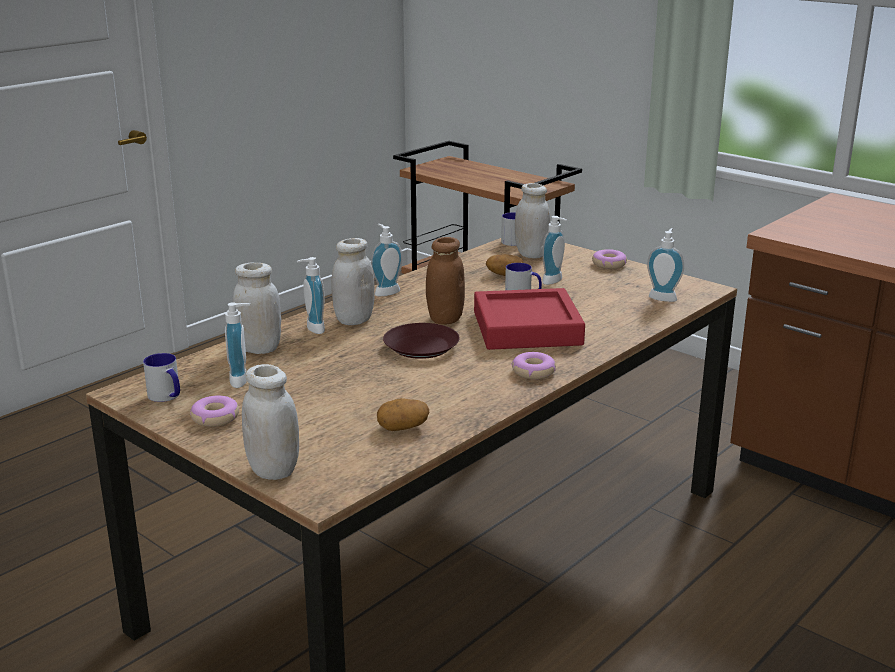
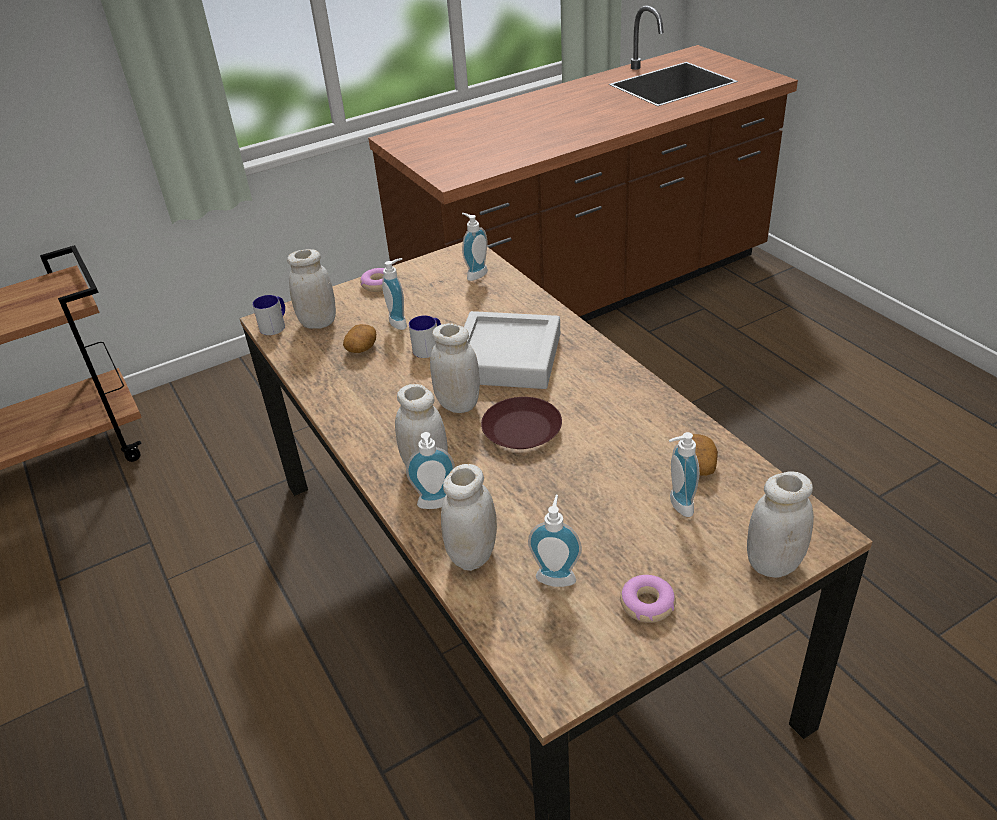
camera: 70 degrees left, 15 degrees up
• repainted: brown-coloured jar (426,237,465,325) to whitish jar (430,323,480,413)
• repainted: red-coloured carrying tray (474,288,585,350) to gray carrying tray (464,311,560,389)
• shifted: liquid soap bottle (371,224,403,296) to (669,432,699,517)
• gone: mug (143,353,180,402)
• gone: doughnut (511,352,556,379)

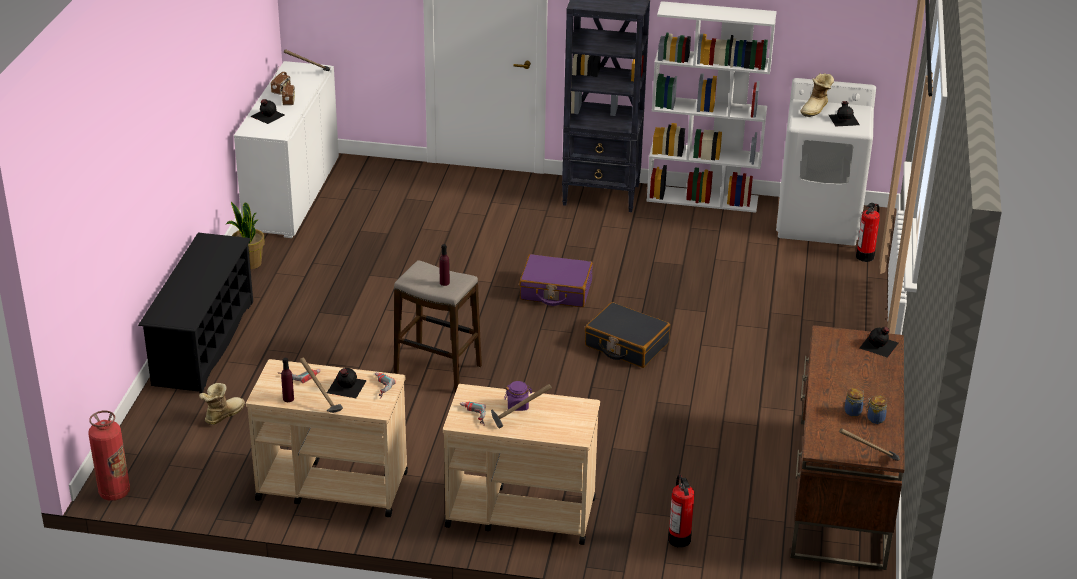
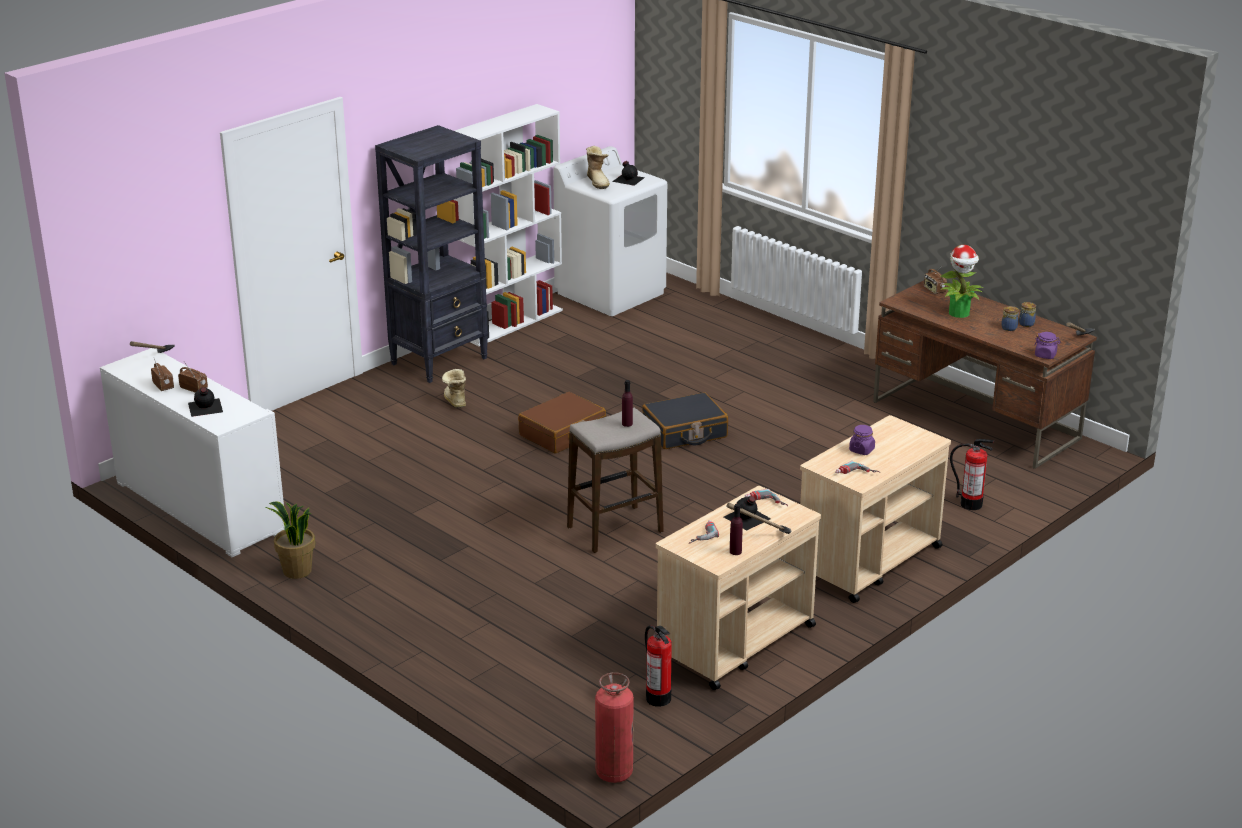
camera: 55 degrees left, 5 degrees down
• shifted: boot (199,383,245,425) to (442,369,466,408)
• repainted: purple-coloured suitcase (519,254,593,307) to brown-coloured suitcase (518,392,606,453)
• shifted: extinguisher (856,203,880,262) to (645,625,672,707)
• swapped: black beverage bottle (860,327,898,358) to radio set (924,265,947,294)
• new: potted plant (940,245,983,318)
• new: purple-coloured jar (1034,332,1061,359)
• gone: black shoe stand (138,233,253,393)
• gone: tool hammer (491,384,552,429)

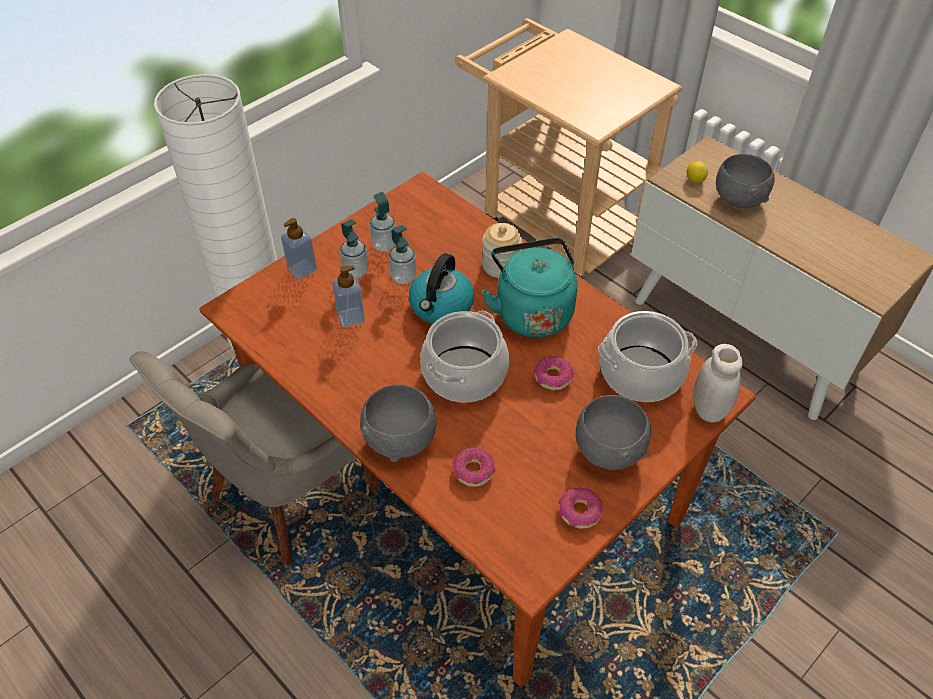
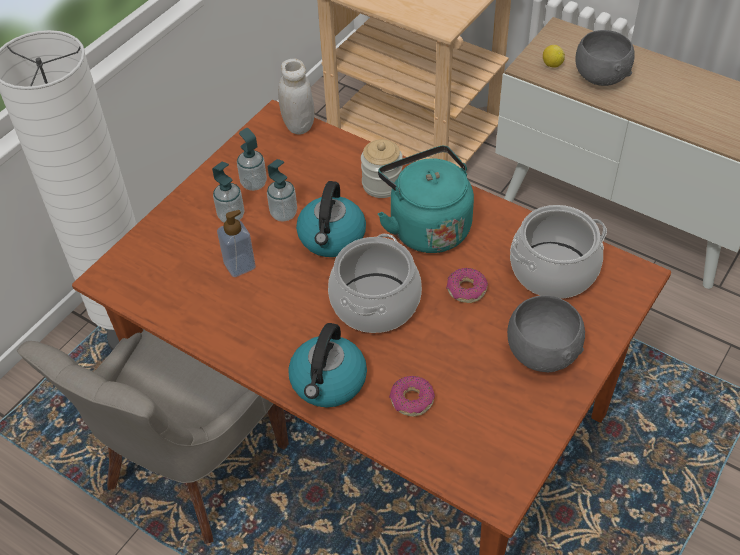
camera: 10 degrees left, 0 degrees up
• shifted: whitish jar (694,344,743,423) to (278,59,315,134)
• swapped: gray bowl (360,384,436,462) to kettle (288,323,367,407)
• gone: liquid soap bottle (281,218,317,279)
• gone: doughnut (558,487,603,528)

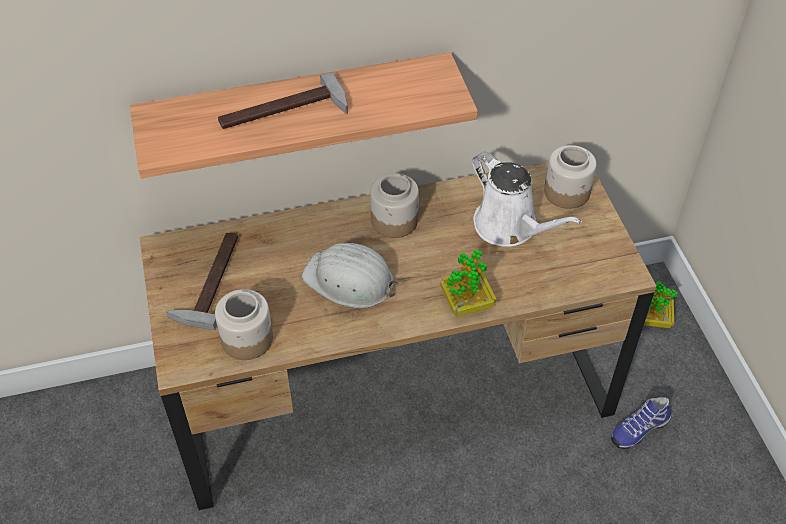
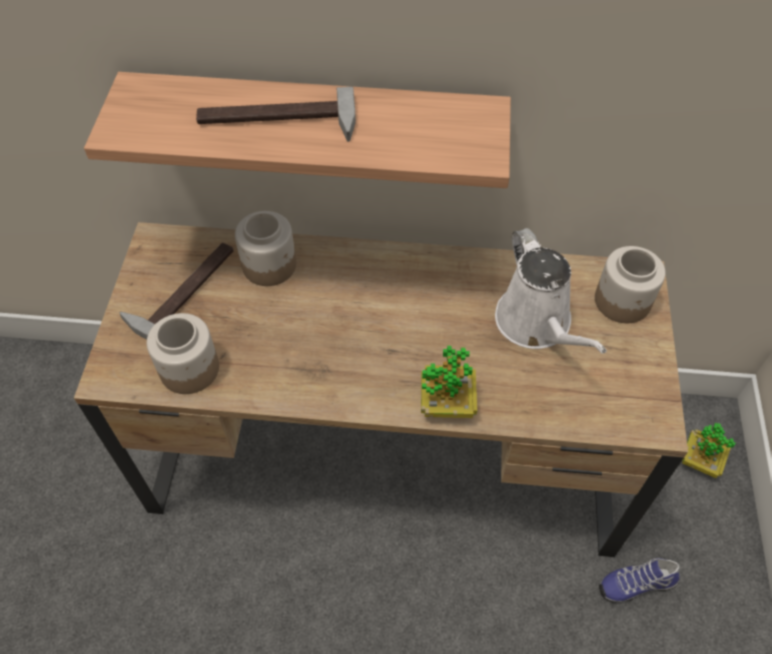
camera: 20 degrees right, 5 degrees up
• shifted: jar (370,173,419,238) to (235,211,296,286)
• gone: whitish safety helmet (301,243,399,309)

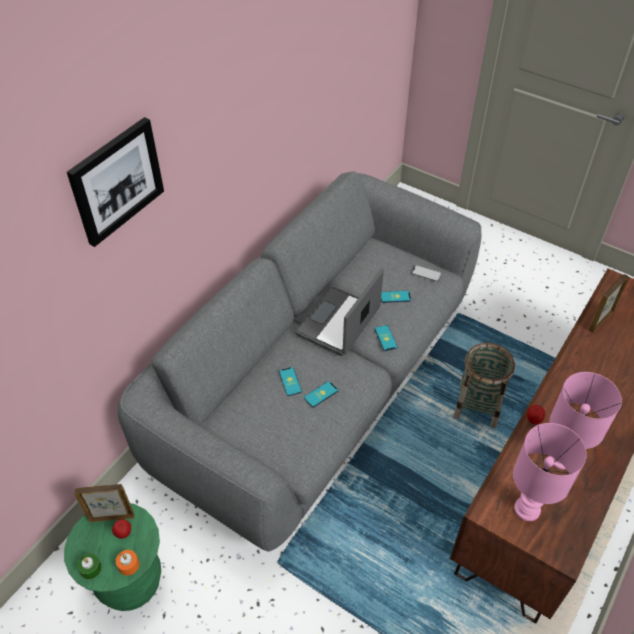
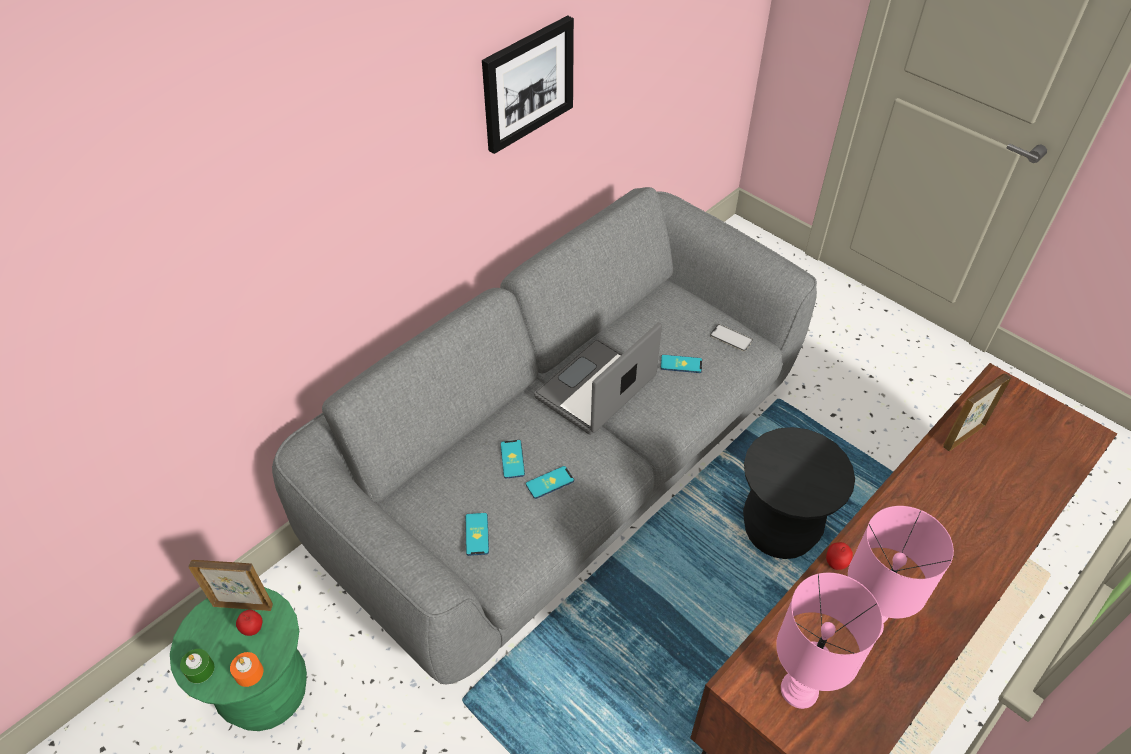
camera: 10 degrees right, 0 degrees up
• shifted: phone (375,325,397,351) to (465,513,489,556)
• shifted: wall picture (67,117,164,247) to (482,15,574,154)
• swapped: storage basket (453,343,515,428) to black sitting stool (743,427,855,559)

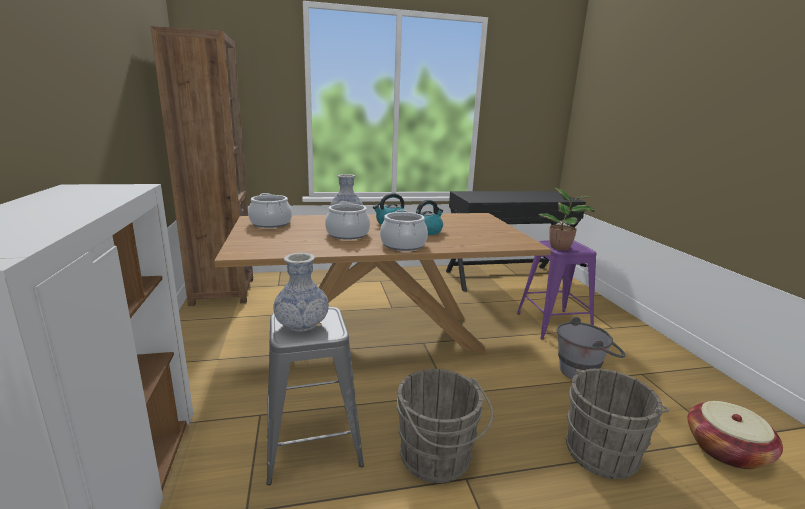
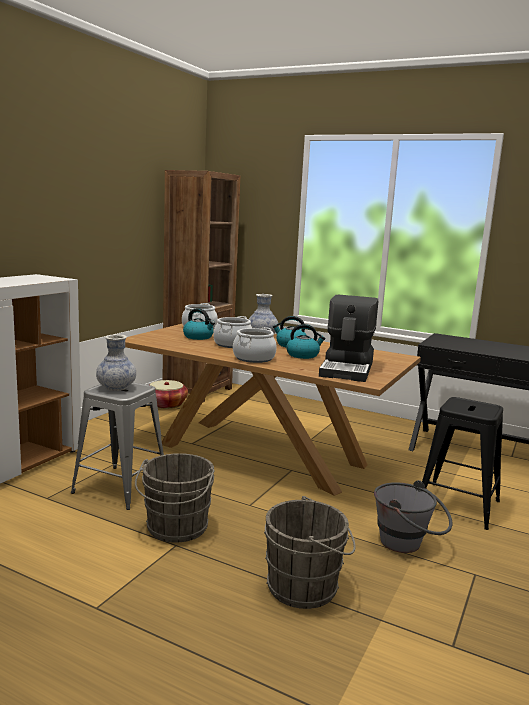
camera: 40 degrees right, 5 degrees down
• shifted: storage basket (688,401,783,469) to (149,380,188,409)
• new: kettle (183,308,215,340)
• new: coffee maker (319,294,378,382)
• repainted: purple-coloured sitting stool (517,241,597,339) to black sitting stool (422,397,503,530)
• gone: potted plant (539,187,595,250)

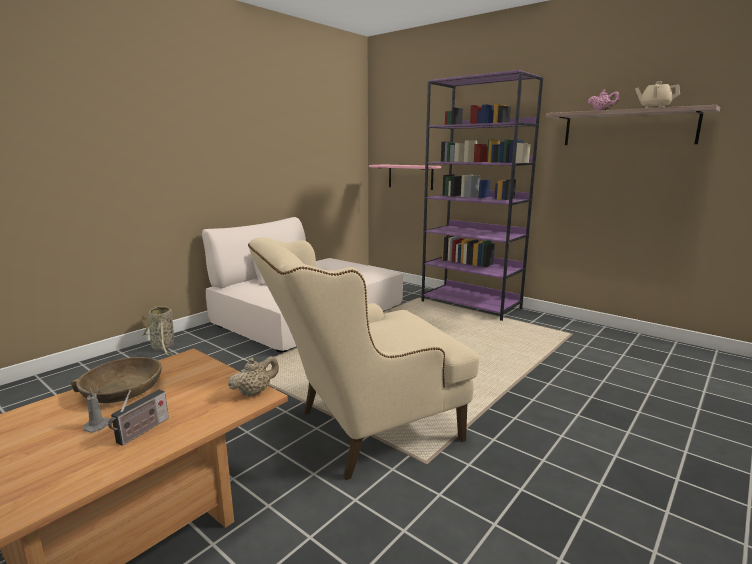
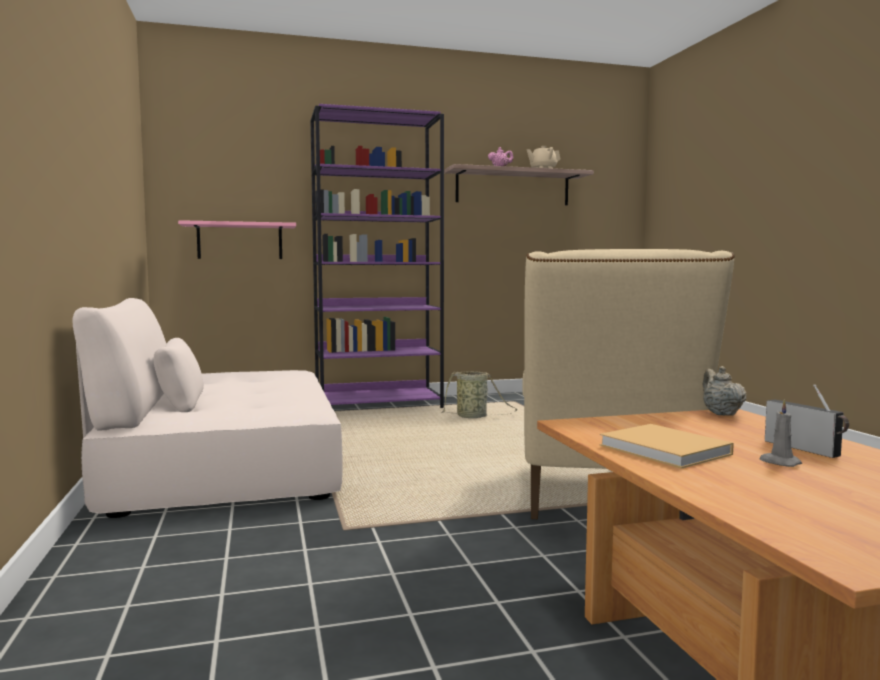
camera: 55 degrees left, 10 degrees down
• shifted: storage basket (143,305,174,356) to (440,371,518,418)
• swapped: brown-coloured bowl (71,357,162,403) to beige-coloured bound book (600,424,734,469)

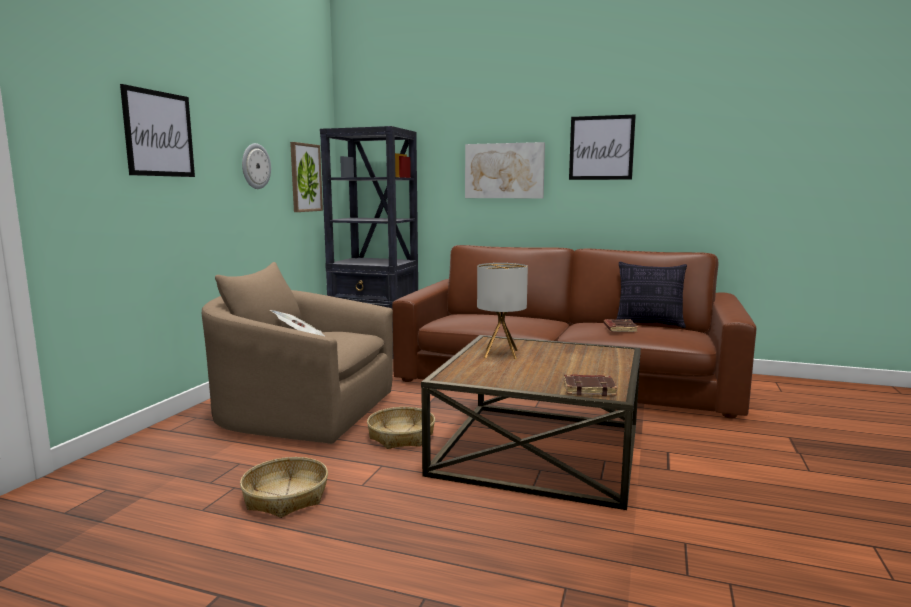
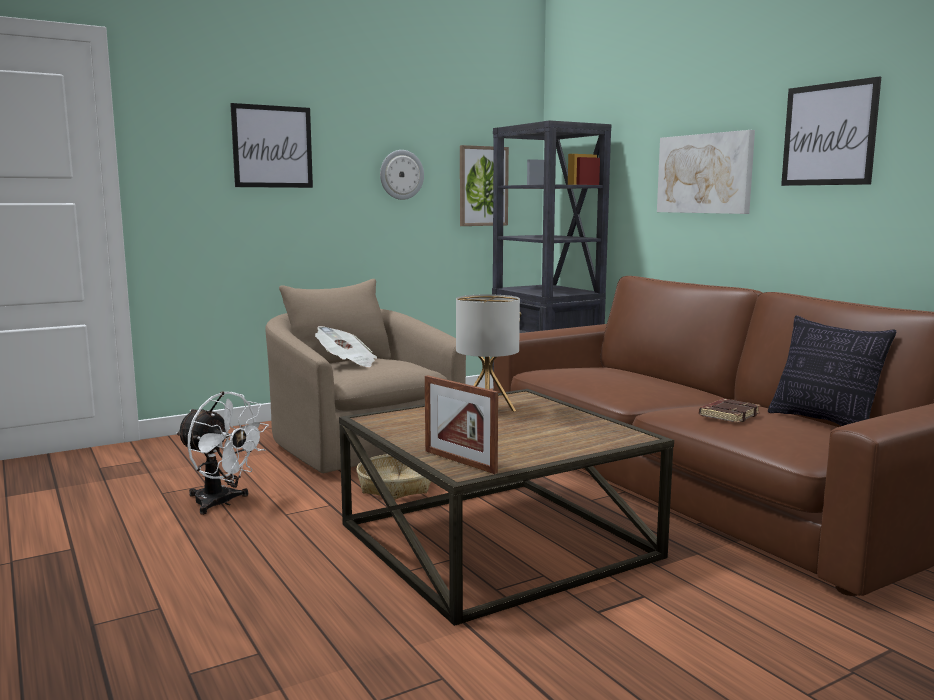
camera: 40 degrees right, 0 degrees up
• swapped: storage basket (240,457,328,518) to whitish electric fan (176,391,269,515)
• swapped: brown-coloured bound book (564,374,617,396) to picture frame (425,375,498,474)

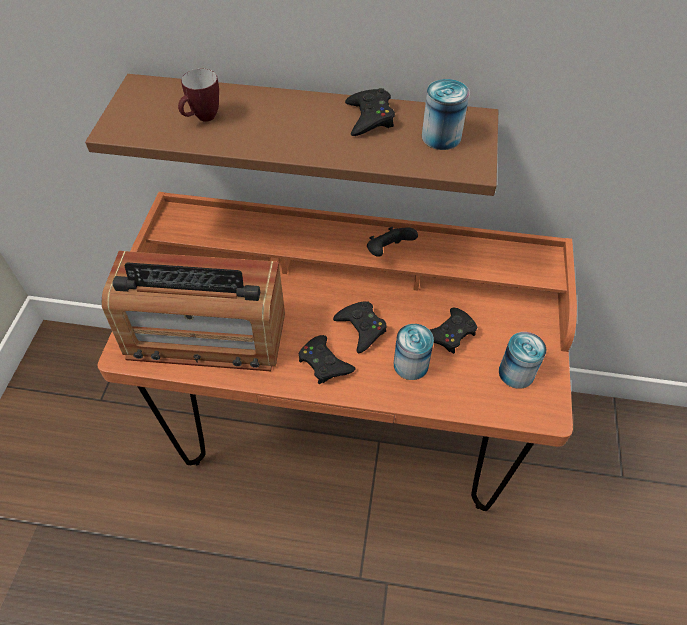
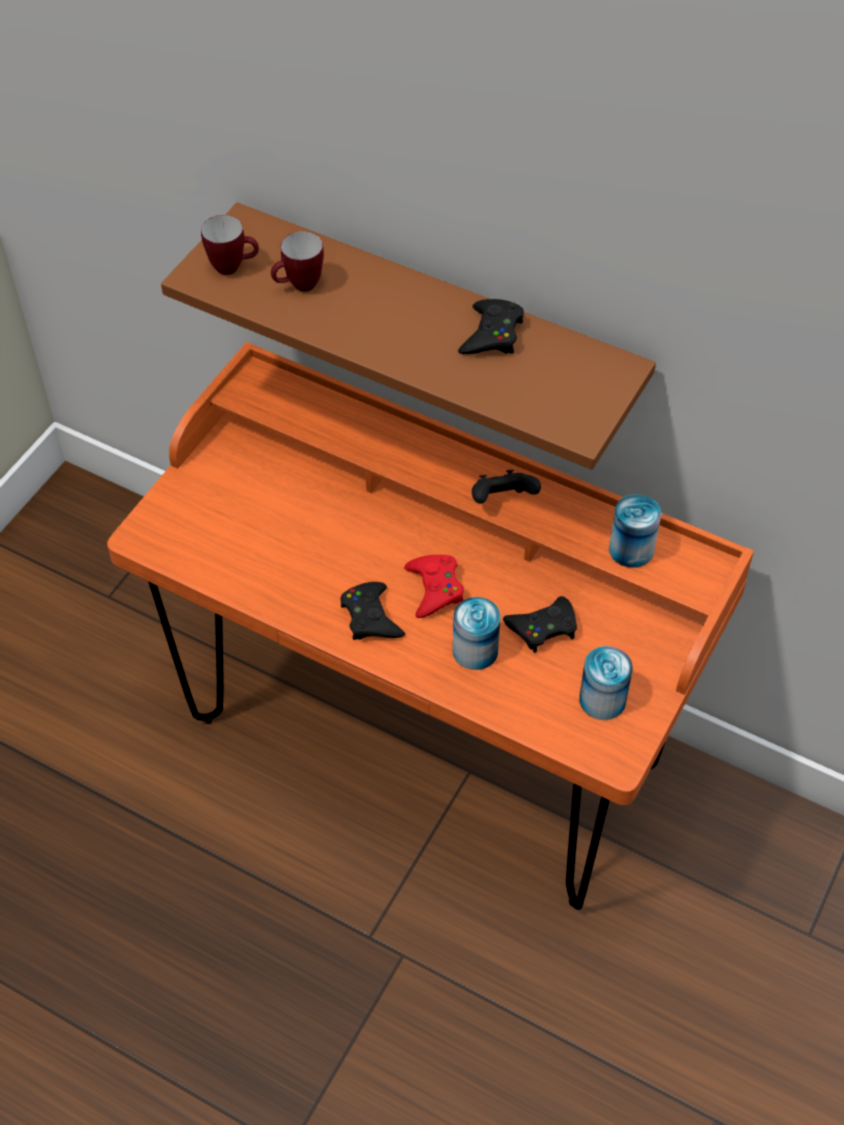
camera: 20 degrees right, 0 degrees up
• new: mug (201,215,259,275)
• repainted: black gamepad (333,301,387,353) to red-coloured gamepad (404,555,464,618)
• shifted: can (422,79,469,150) to (609,494,661,568)
• gone: radio set (102,251,285,371)

